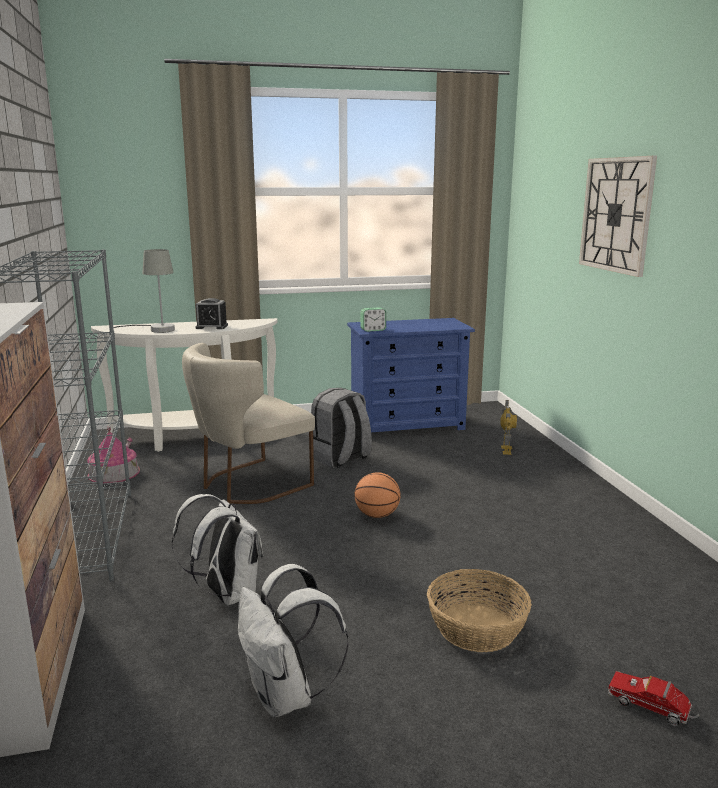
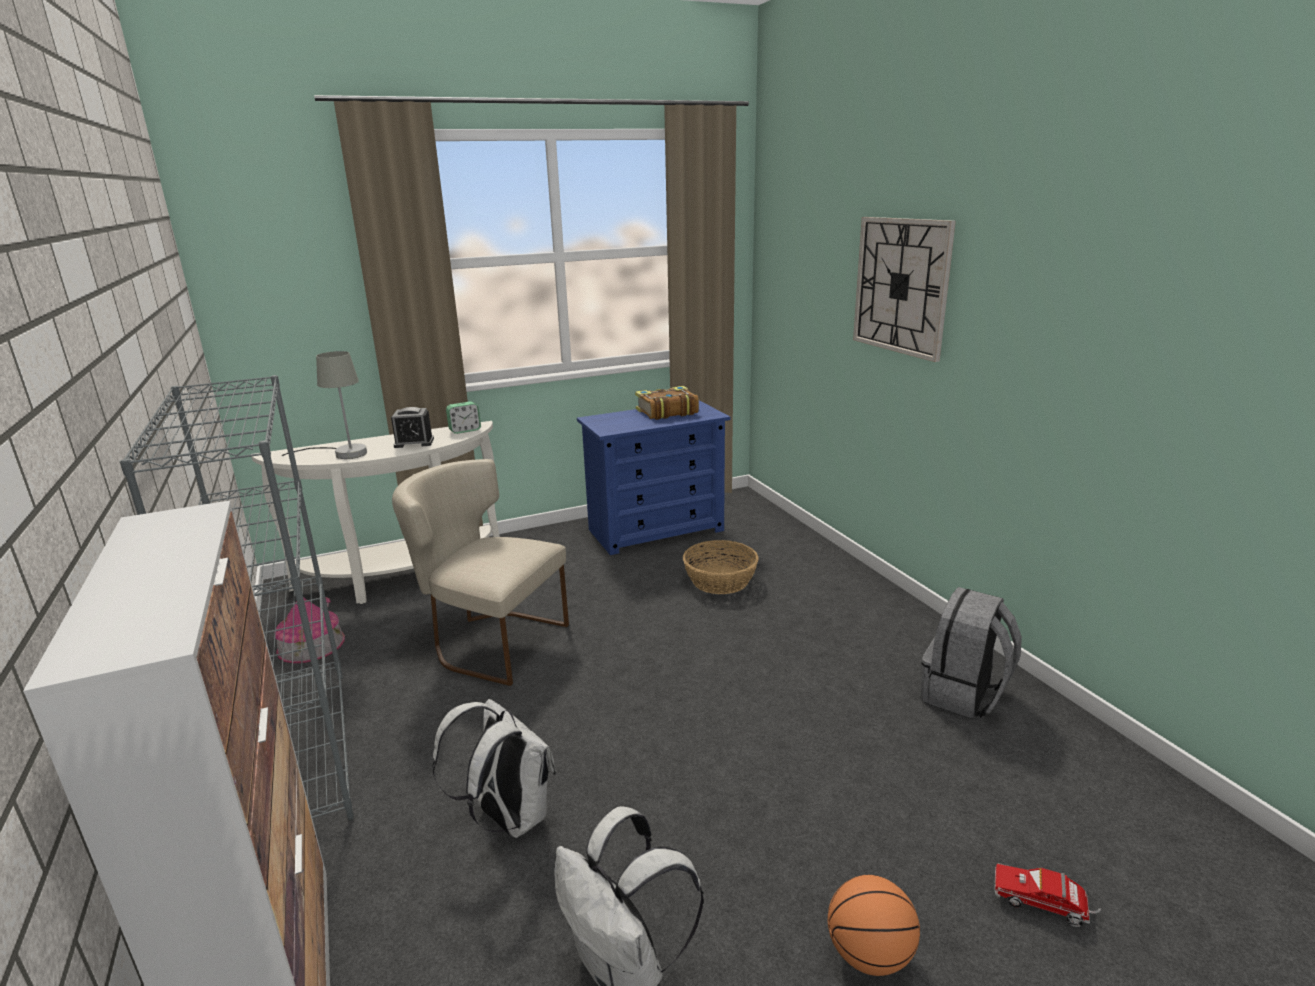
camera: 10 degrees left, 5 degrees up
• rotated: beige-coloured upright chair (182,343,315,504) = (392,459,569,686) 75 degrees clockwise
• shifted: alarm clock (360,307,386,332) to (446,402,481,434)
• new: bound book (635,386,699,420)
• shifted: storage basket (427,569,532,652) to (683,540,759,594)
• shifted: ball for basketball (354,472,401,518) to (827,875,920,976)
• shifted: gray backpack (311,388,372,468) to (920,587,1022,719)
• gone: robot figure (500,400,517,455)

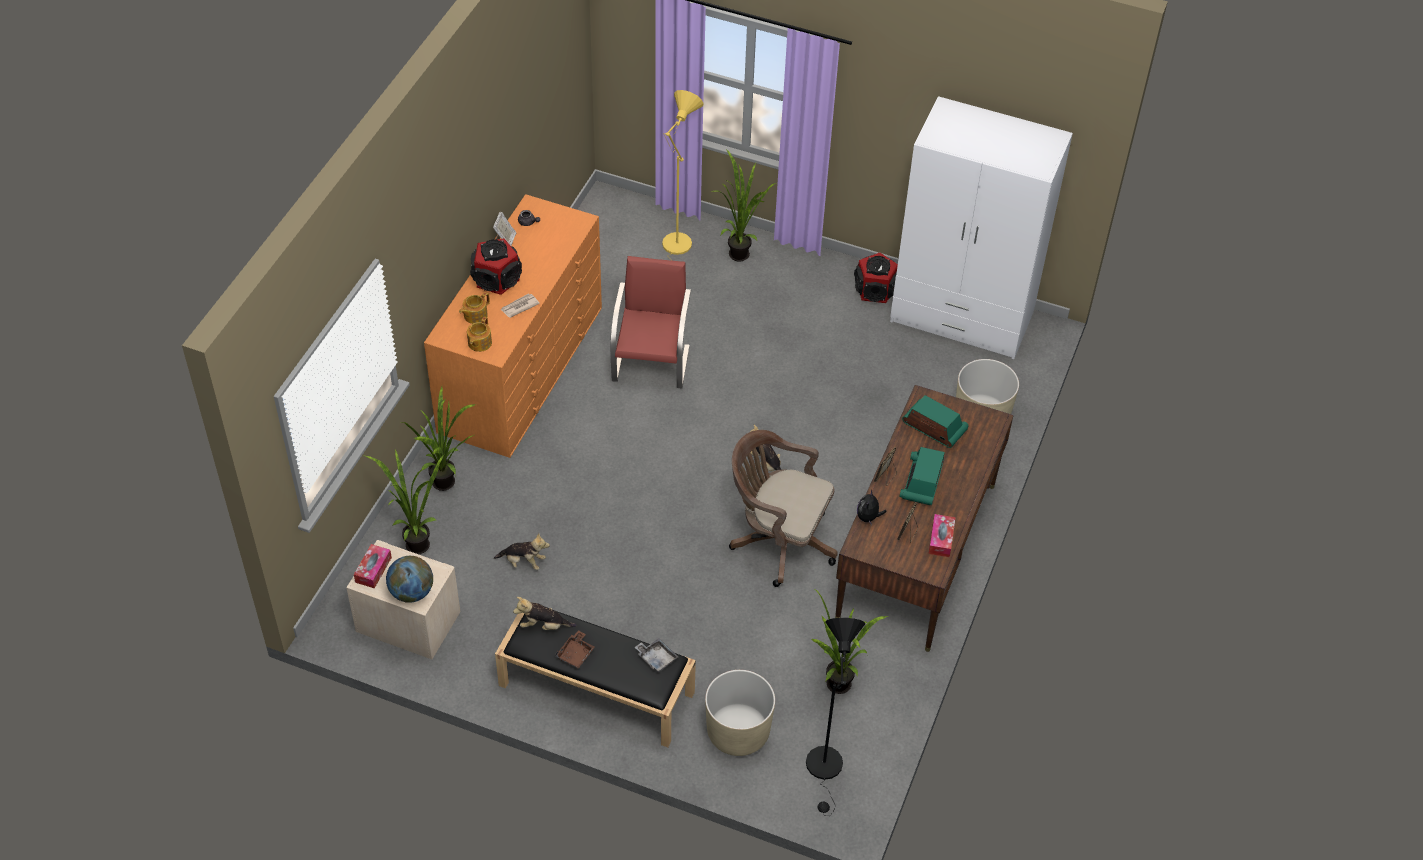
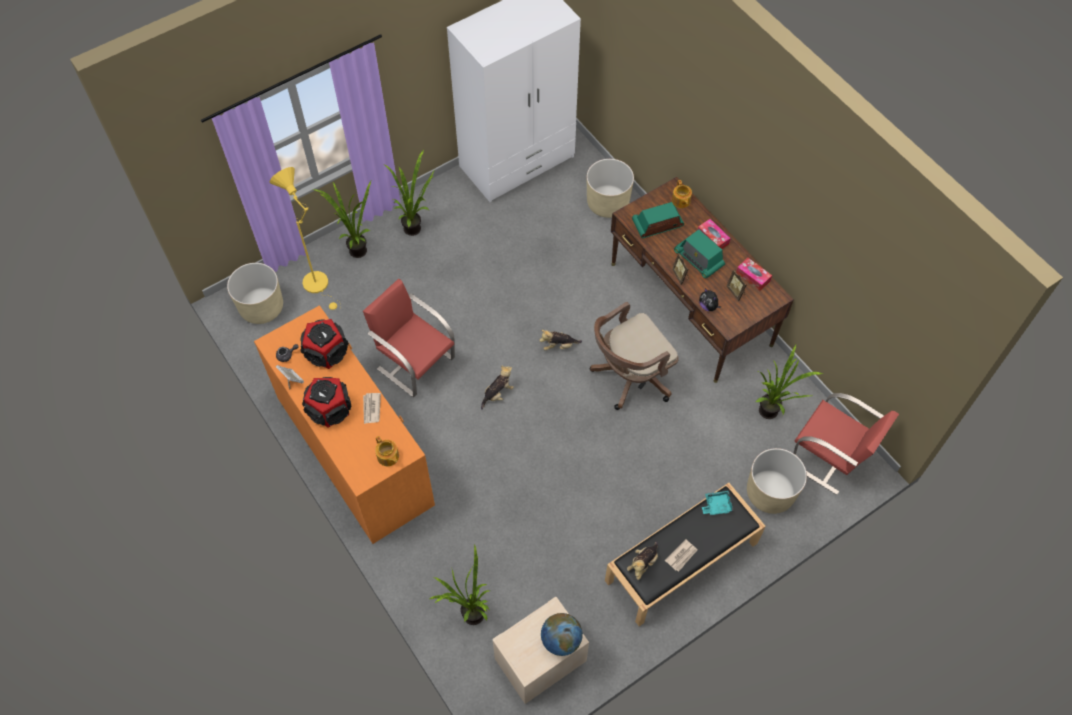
camera: 55 degrees left, 10 degrees up
• new: beige-coloured planter (227,263,283,324)
• shifted: speaker (854,253,898,303) to (300,319,349,369)
• shifted: potted plant (400,387,476,491) to (385,150,434,236)
• shifted: cuddly toy (494,533,550,570) to (481,365,514,410)
• swapped: brown-coloured carrying tray (555,630,595,668) to daily paper (665,539,698,572)
• shifted: pot for tea (459,292,490,324) to (672,180,692,208)
• shifted: tissue holder (354,544,392,588) to (698,219,731,249)
• repainted: gray carrying tray (635,638,678,673) to turquoise-coloured carrying tray (702,491,734,515)
• swapped: black standing lamp (806,618,865,816) to red-coloured upright chair (793,393,899,495)

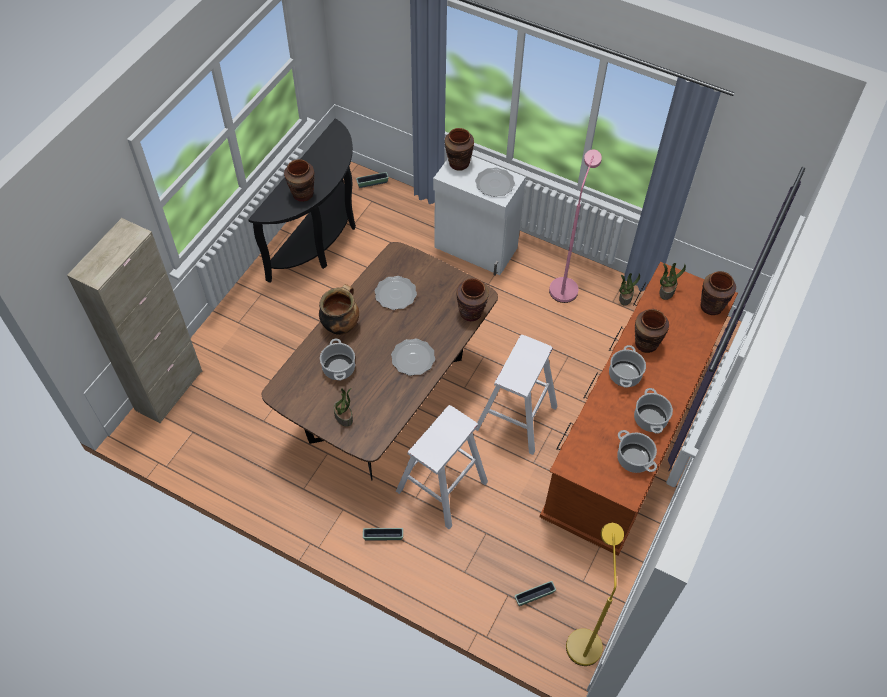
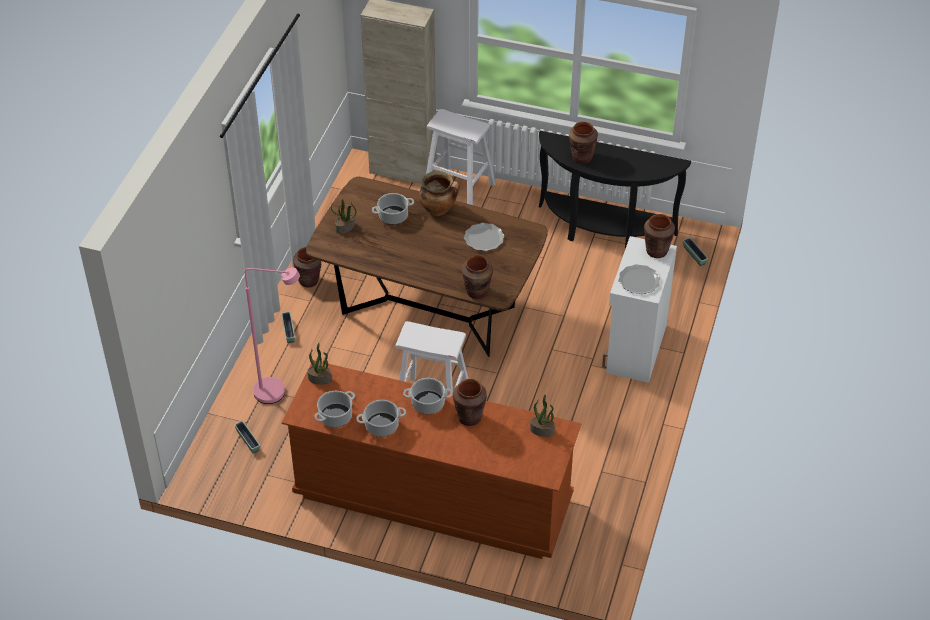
camera: 80 degrees right, 10 degrees down
• shifted: pink standing lamp (549,149,602,303) to (245,267,300,404)
• shifted: brown-coloured flower vase (701,271,736,315) to (293,247,321,288)
• shifted: potted plant (619,273,640,306) to (307,343,332,385)
• shifted: whitish sitting stool (396,405,488,530) to (426,109,496,205)
• gone: dinner plate (391,339,435,376)
• gone: yellowish standing lamp (566,523,624,666)

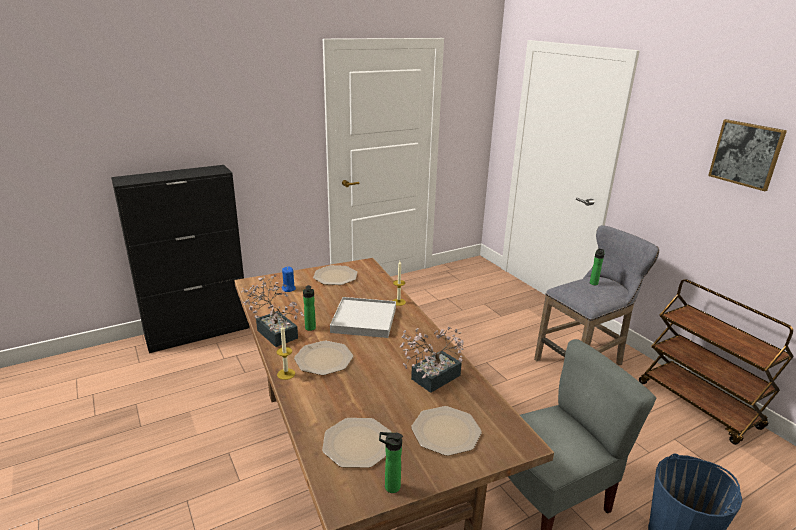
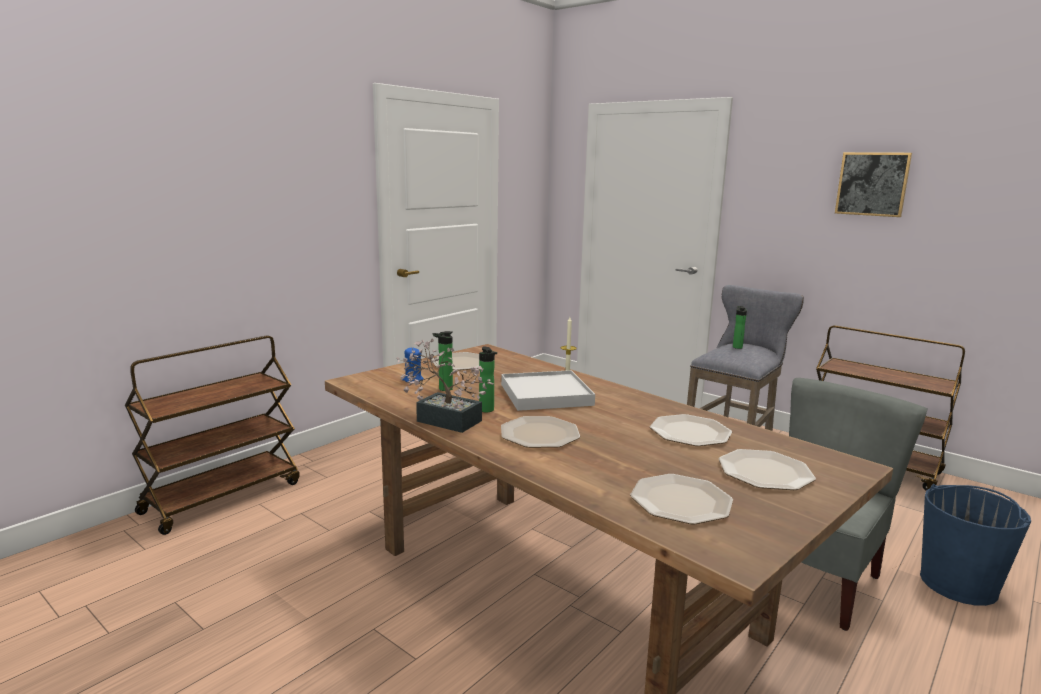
camera: 20 degrees left, 10 degrees down
• swapped: black storage cabinet (111,165,250,353) to brown-coloured trolley (125,336,300,535)
• shifted: beverage bottle (379,432,403,493) to (432,331,453,391)
• swapped: potted plant (400,327,464,393) to dinner plate (650,414,732,446)
• gone: wax candle (276,325,295,380)

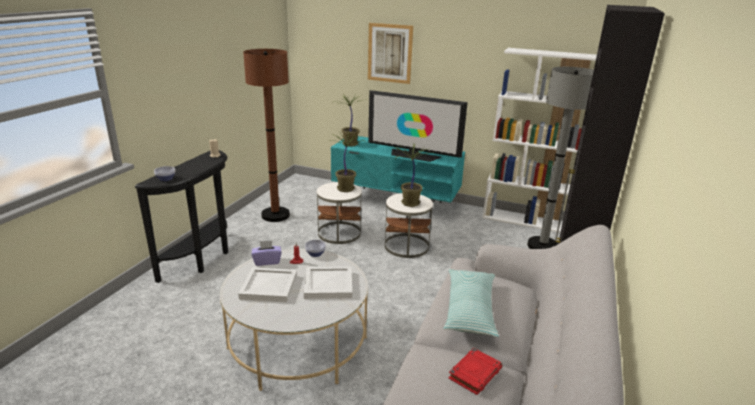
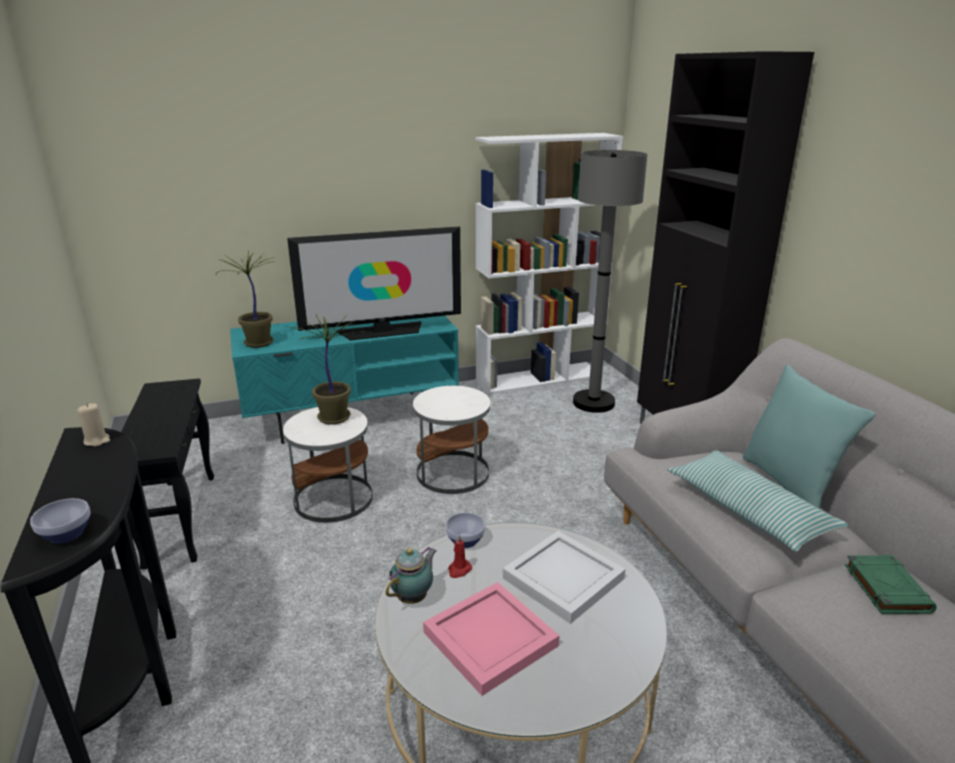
camera: 40 degrees left, 0 degrees up
• swapped: brown-coloured standing lamp (243,49,290,222) to black accent table (121,378,214,570)
• swapped: purple-coloured tissue holder (252,240,282,266) to pot for tea (386,547,437,604)
• repainted: whitish carrying tray (238,267,297,302) to pink carrying tray (423,582,560,696)
• new: turquoise-coloured throw pillow (742,364,876,509)
• repainted: red-coloured bound book (449,348,502,395) to greenish bound book (845,555,937,614)
• gone: wall picture (368,23,413,84)
• gone: potted plant (395,144,434,207)

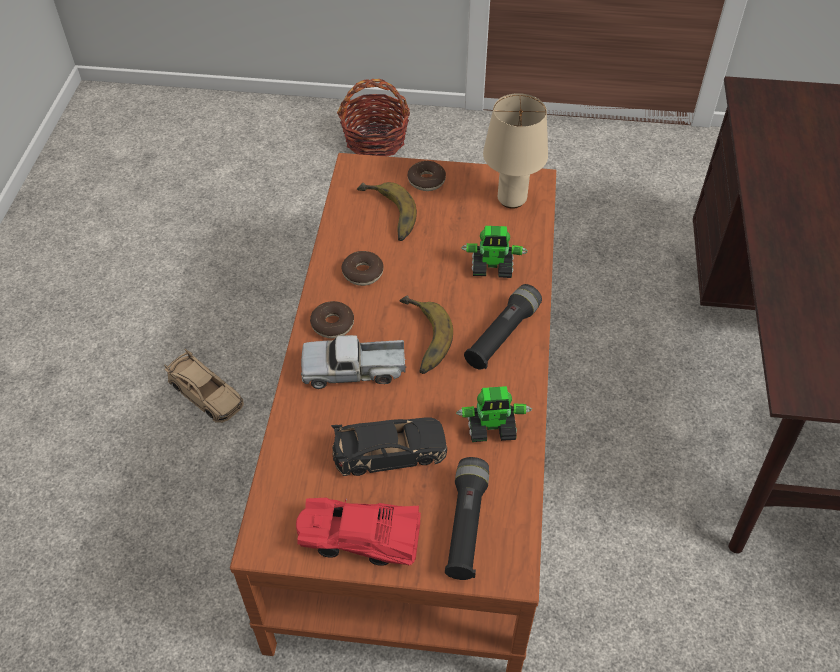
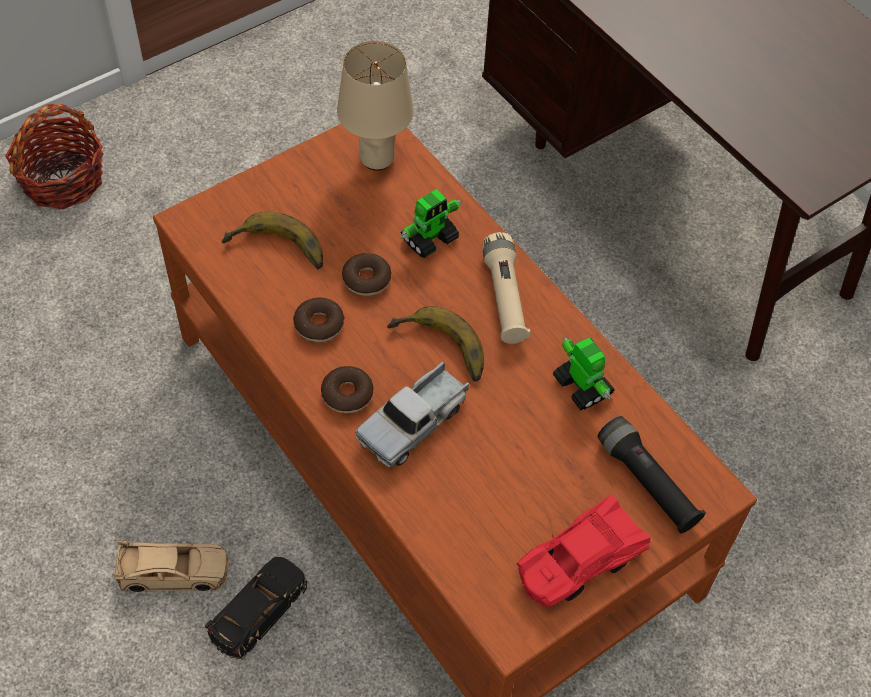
camera: 45 degrees left, 5 degrees up
• shifted: black miniature car (331,417,447,476) to (205,557,307,659)
• shifted: doughnut (408,161,446,191) to (342,253,391,296)
• repainted: black flashlight (464,284,542,370) to beige-coloured flashlight (483,232,530,344)
• rotated: robot figure (456,386,532,442) = (553,337,614,410) 75 degrees counterclockwise

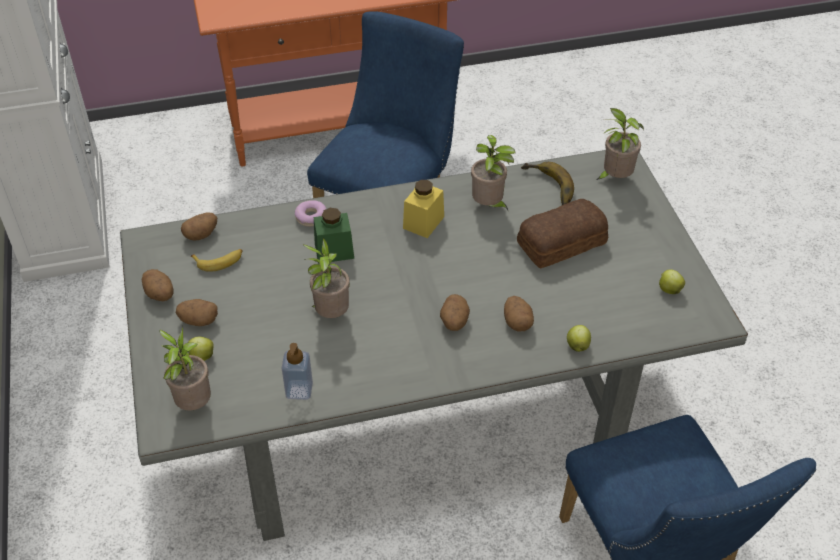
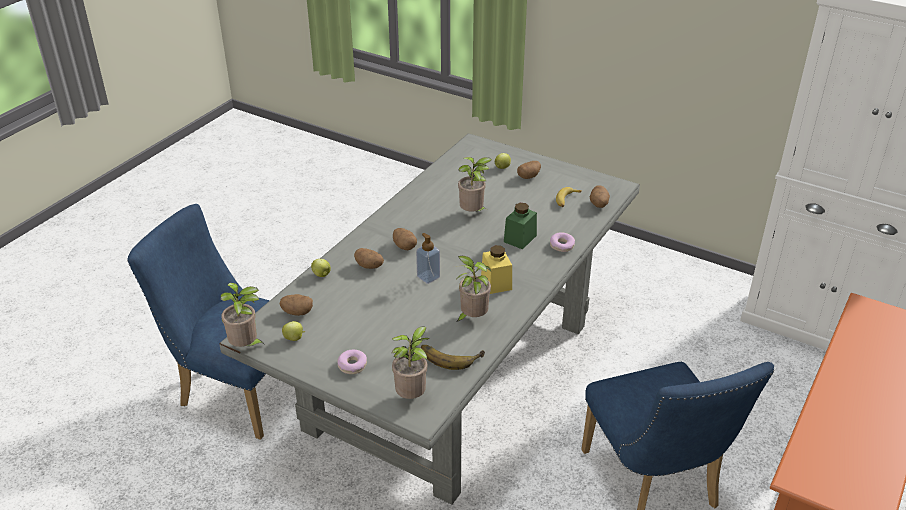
camera: 135 degrees right, 10 degrees down
• shifted: potted plant (159,326,211,411) to (221,283,266,347)
• shifted: potato (142,269,174,301) to (280,294,313,316)
• new: doughnut (337,350,367,374)
• shifted: liquid soap bottle (282,343,313,400) to (416,233,440,284)
• gone: bakery bread (517,199,608,269)

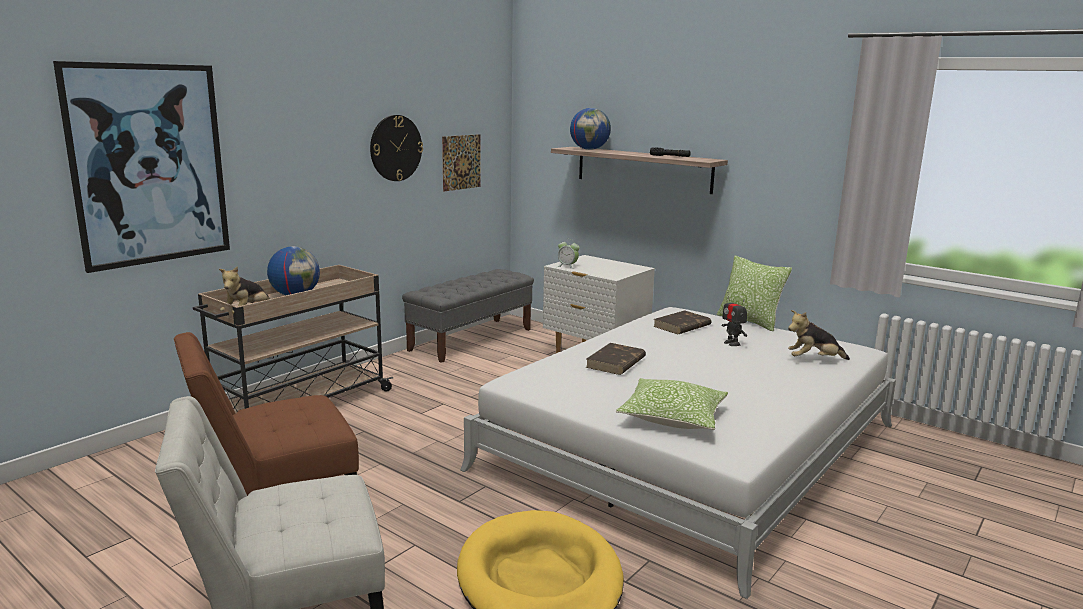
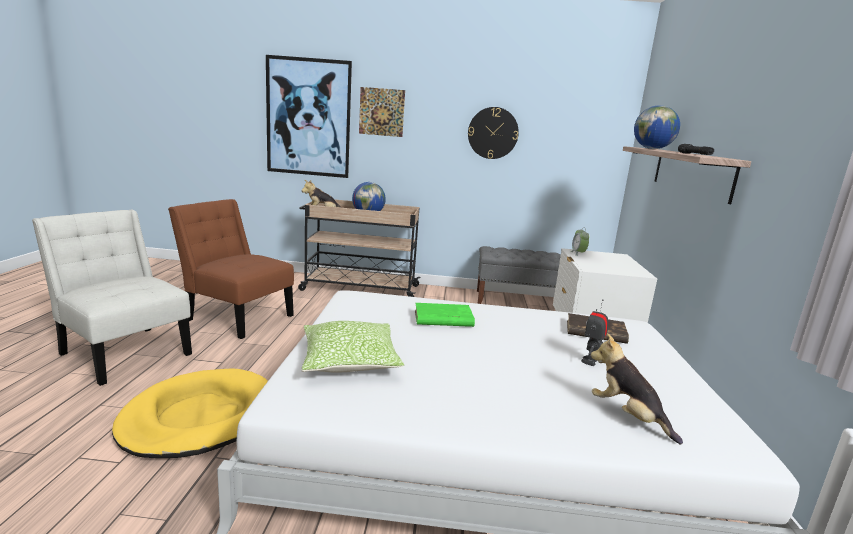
camera: 55 degrees right, 0 degrees up
• shifted: wall picture (442,134,481,192) to (359,87,405,137)
• repainted: brown-coloured bound book (586,343,646,375) to greenish bound book (415,303,475,327)
• gone: throw pillow (717,256,792,331)

